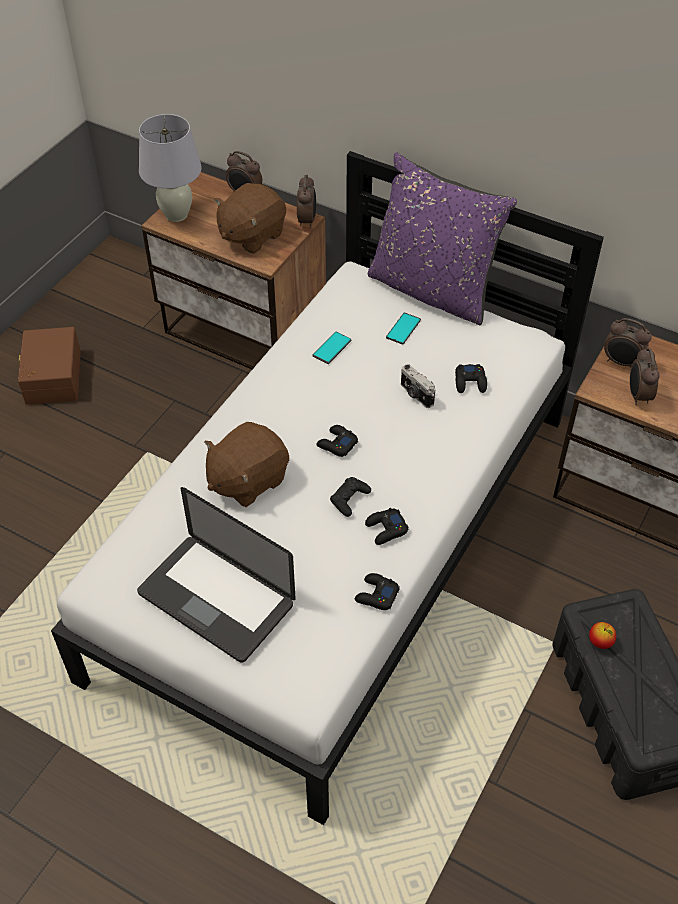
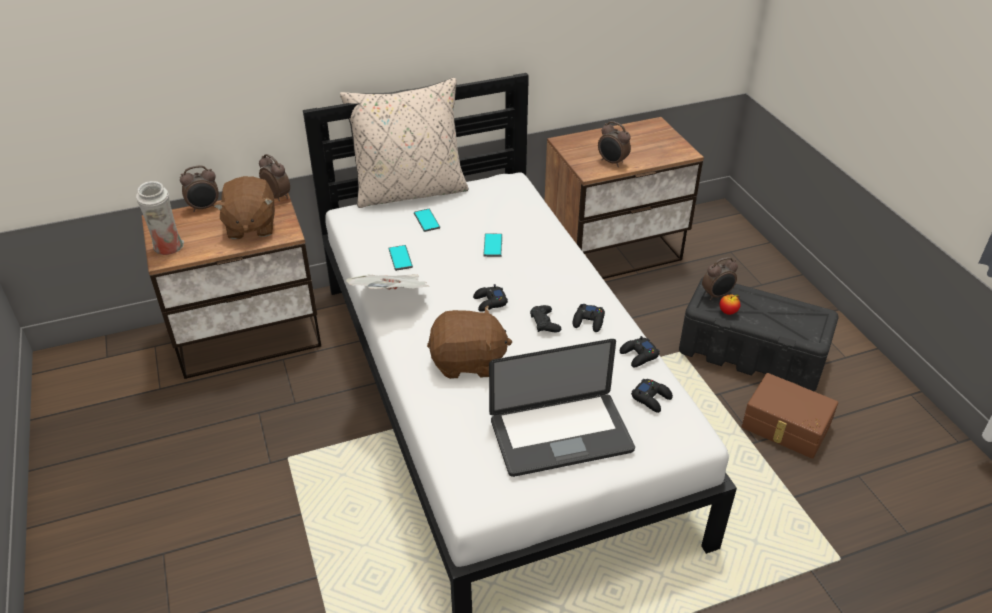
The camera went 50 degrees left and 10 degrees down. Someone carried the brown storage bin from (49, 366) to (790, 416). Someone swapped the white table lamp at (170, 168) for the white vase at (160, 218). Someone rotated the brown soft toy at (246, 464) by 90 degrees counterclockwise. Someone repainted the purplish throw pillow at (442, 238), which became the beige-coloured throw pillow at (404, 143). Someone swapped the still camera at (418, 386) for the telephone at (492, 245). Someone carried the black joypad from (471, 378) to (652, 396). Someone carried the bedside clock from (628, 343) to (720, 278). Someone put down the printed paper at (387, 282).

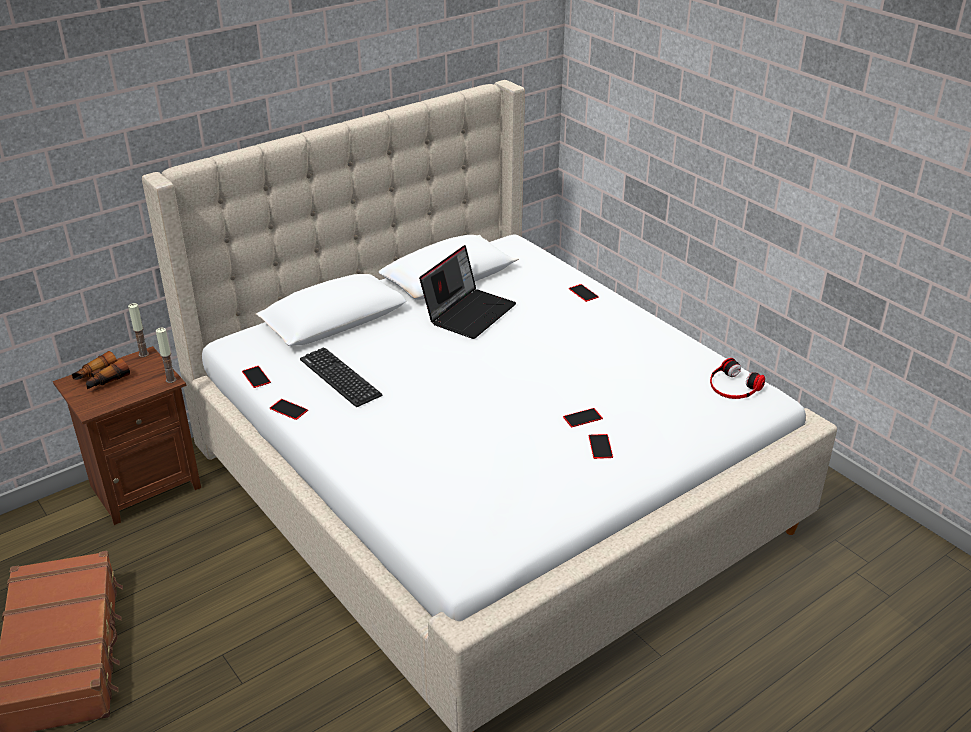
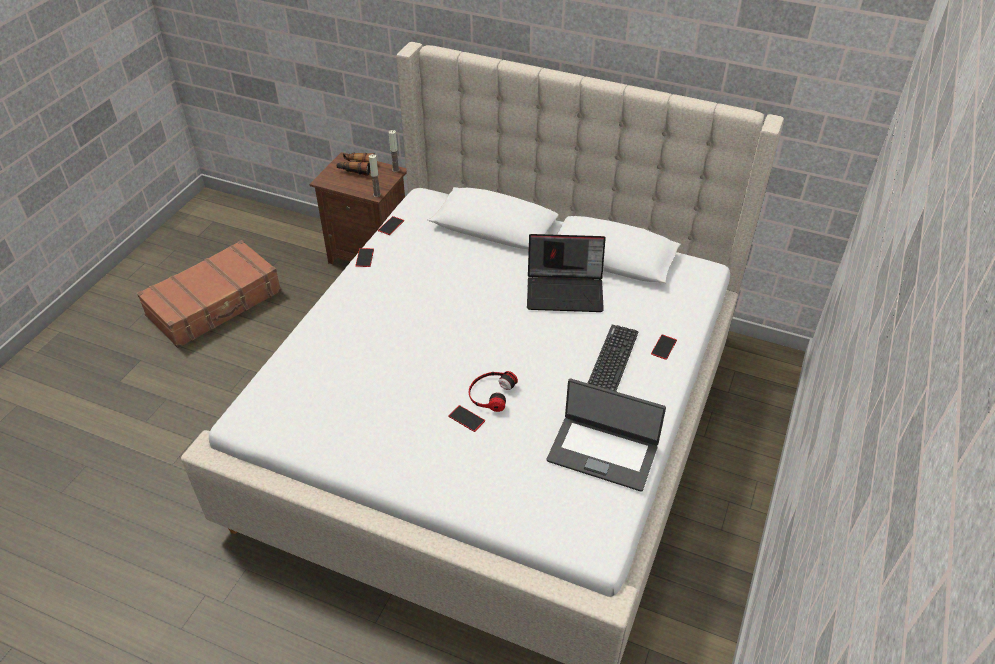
The camera went 60 degrees right and 10 degrees up. Someone carried the computer keyboard from (341, 377) to (613, 358). Someone took away the telephone at (601, 446). Someone carried the pair of headphones from (737, 378) to (493, 391). Someone put down the laptop at (606, 435).

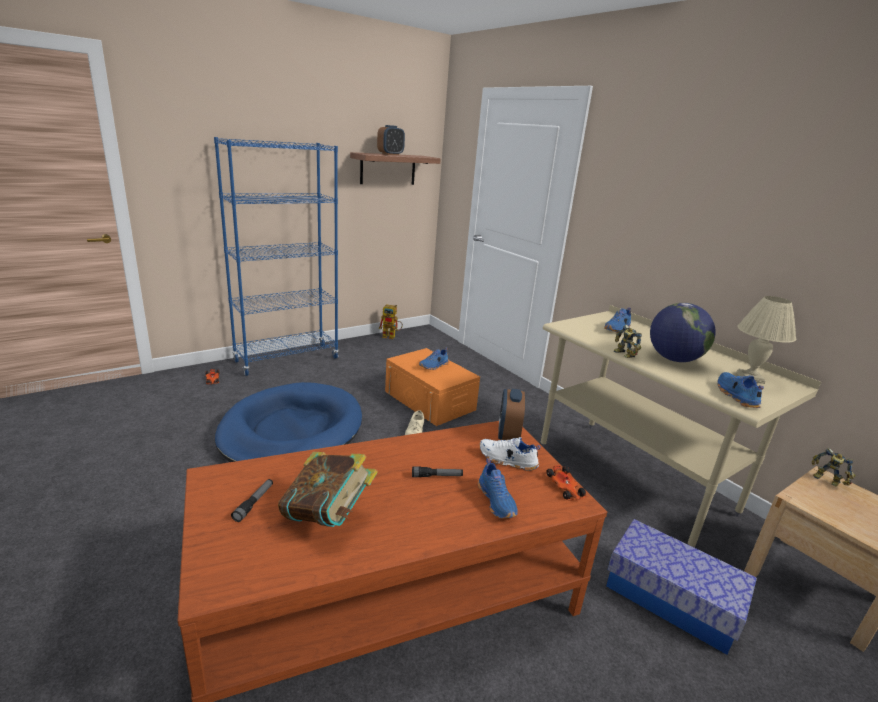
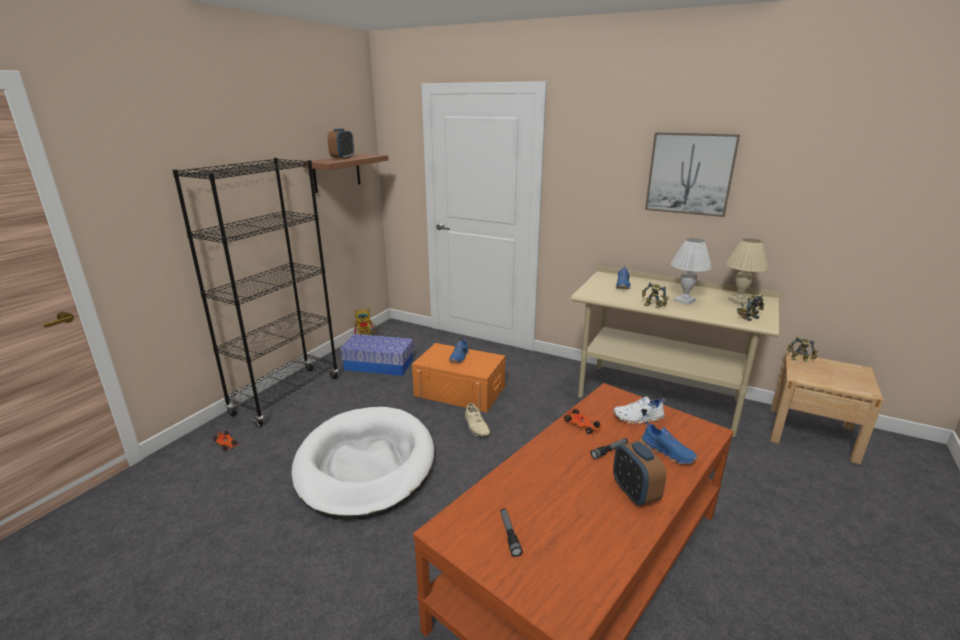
The camera went 25 degrees left and 0 degrees up. Someone repainted the bluish bookshelf at (276, 256), which became the black bookshelf at (255, 292). Someone repainted the bluish dog cushion at (288, 422), which became the white dog cushion at (363, 463). Someone took away the volume at (328, 489). Someone carried the bedside clock from (511, 414) to (640, 473). Someone carried the model car from (567, 482) to (583, 421). Someone carried the storage bin from (681, 587) to (377, 355). Someone swapped the world globe at (683, 332) for the white table lamp at (691, 271). Someone swapped the bluish low shoe at (740, 390) for the model robot at (750, 307). Someone put up the picture at (692, 174).

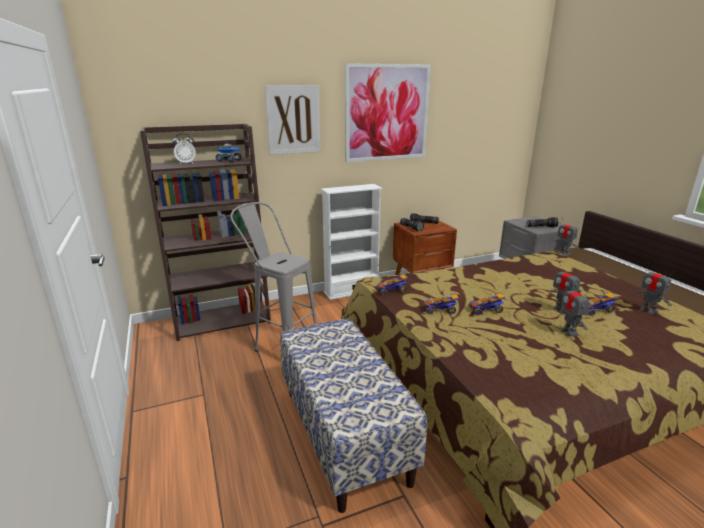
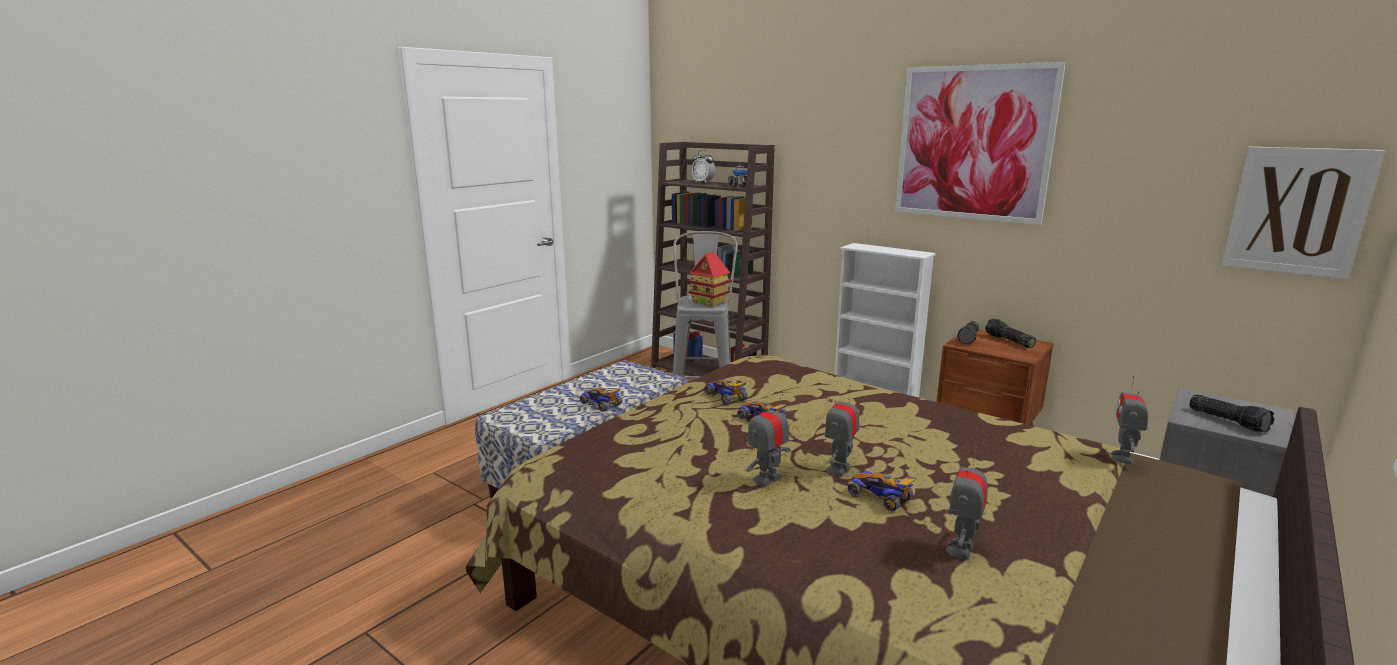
The camera went 60 degrees right and 5 degrees down. Someone carried the picture from (292, 120) to (1303, 213). Someone carried the model car from (392, 284) to (601, 400). Someone put down the miniature house at (709, 279).

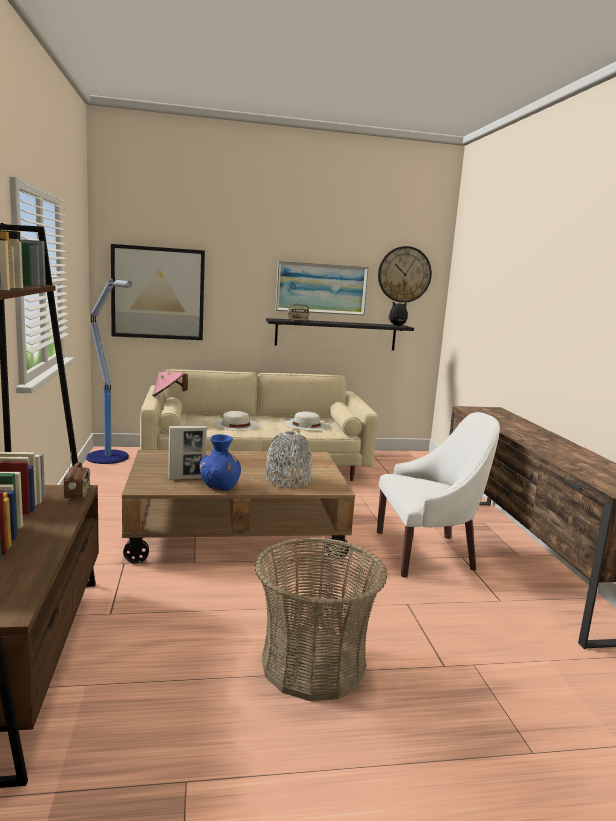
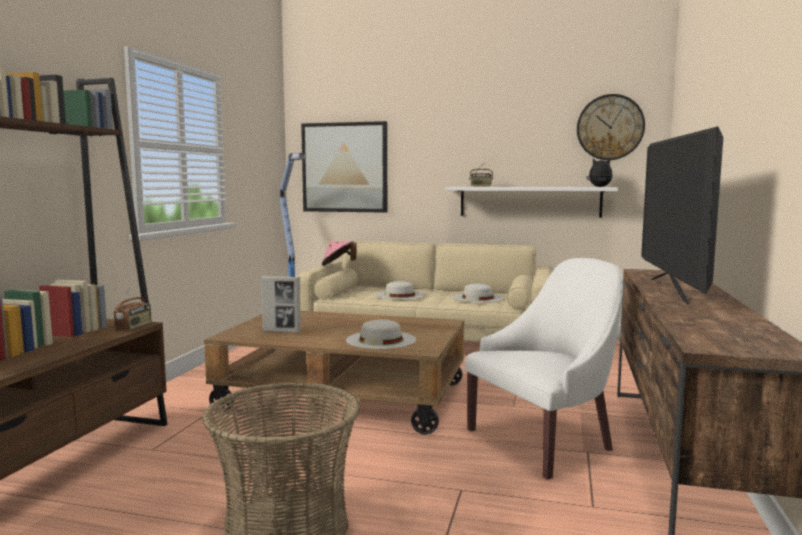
The camera went 25 degrees right and 5 degrees down. Someone took away the bluish vase at (220, 462). Someone repainted the black shelf at (340, 334), which became the white shelf at (531, 202). Someone swapped the greyish vase at (289, 459) for the white wearable hat at (381, 334). Someone took away the picture at (322, 288). Someone rotated the white armchair at (438, 494) by 45 degrees counterclockwise. Someone put down the television at (682, 215).

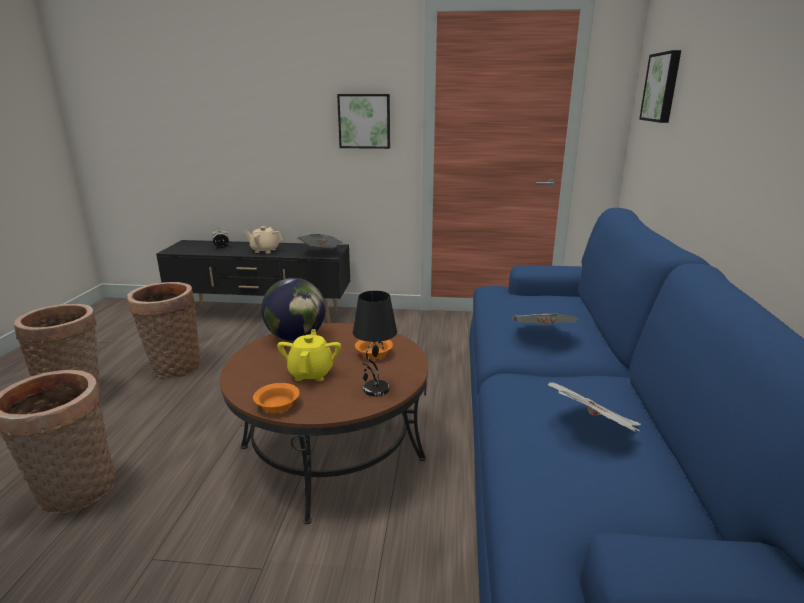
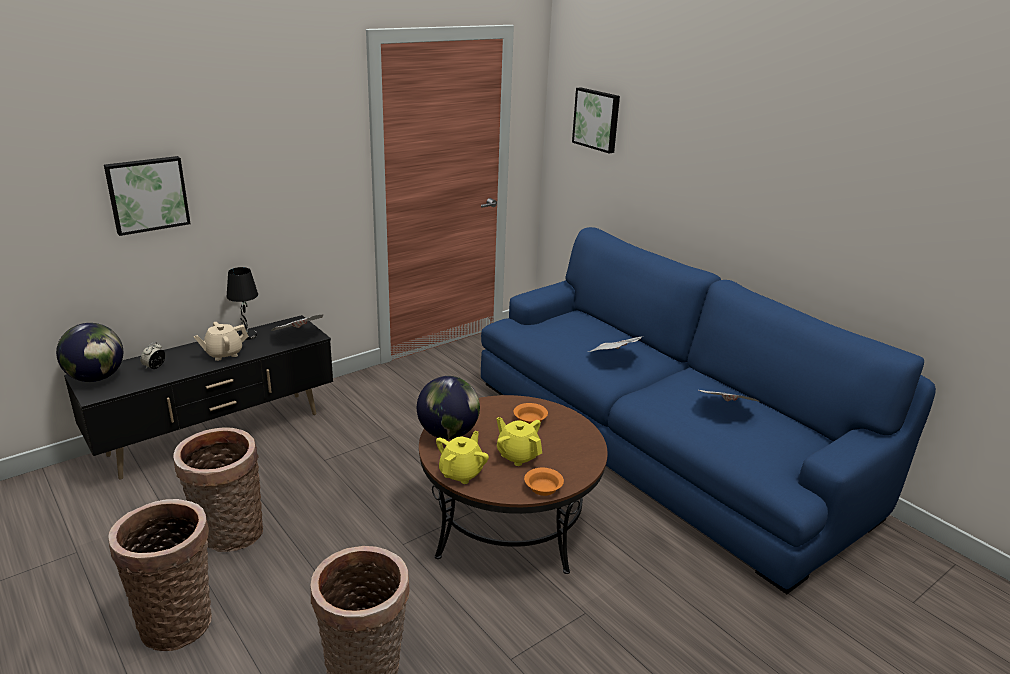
The camera went 45 degrees left and 5 degrees up. Someone carried the picture from (363, 121) to (147, 196). Someone carried the black table lamp from (375, 344) to (242, 303). Someone put down the world globe at (89, 352). Someone put down the yellow-coloured tea pot at (462, 457).

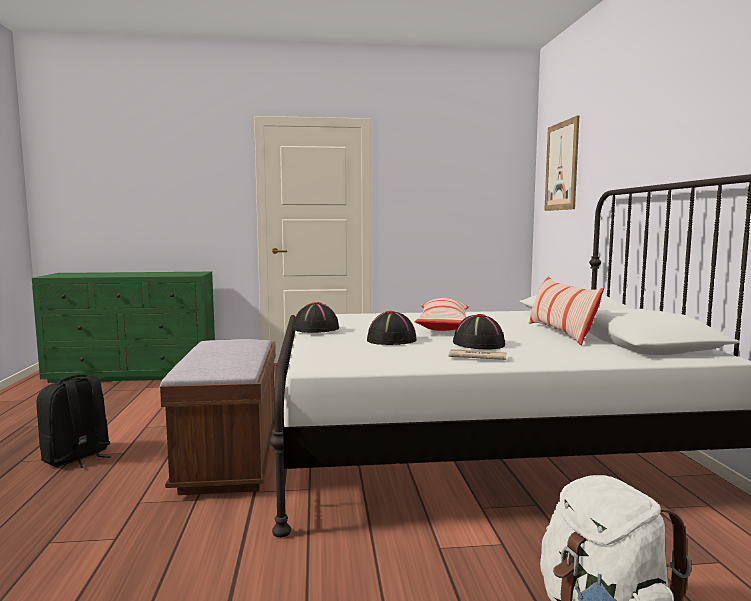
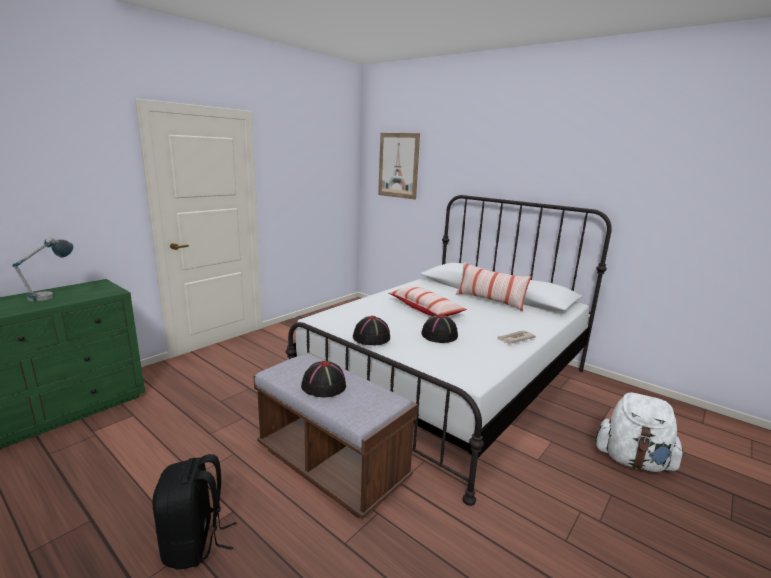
The camera went 45 degrees left and 10 degrees up. Someone carried the black wearable hat from (479, 331) to (323, 379). Someone put down the table lamp at (42, 269).

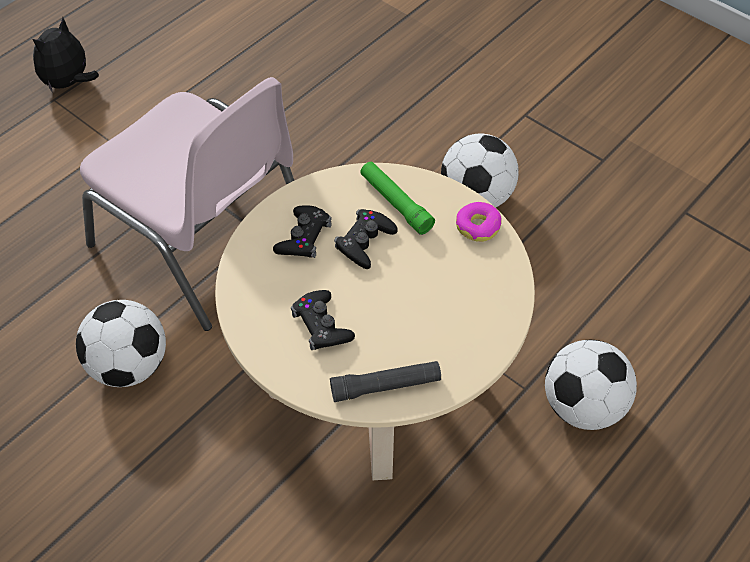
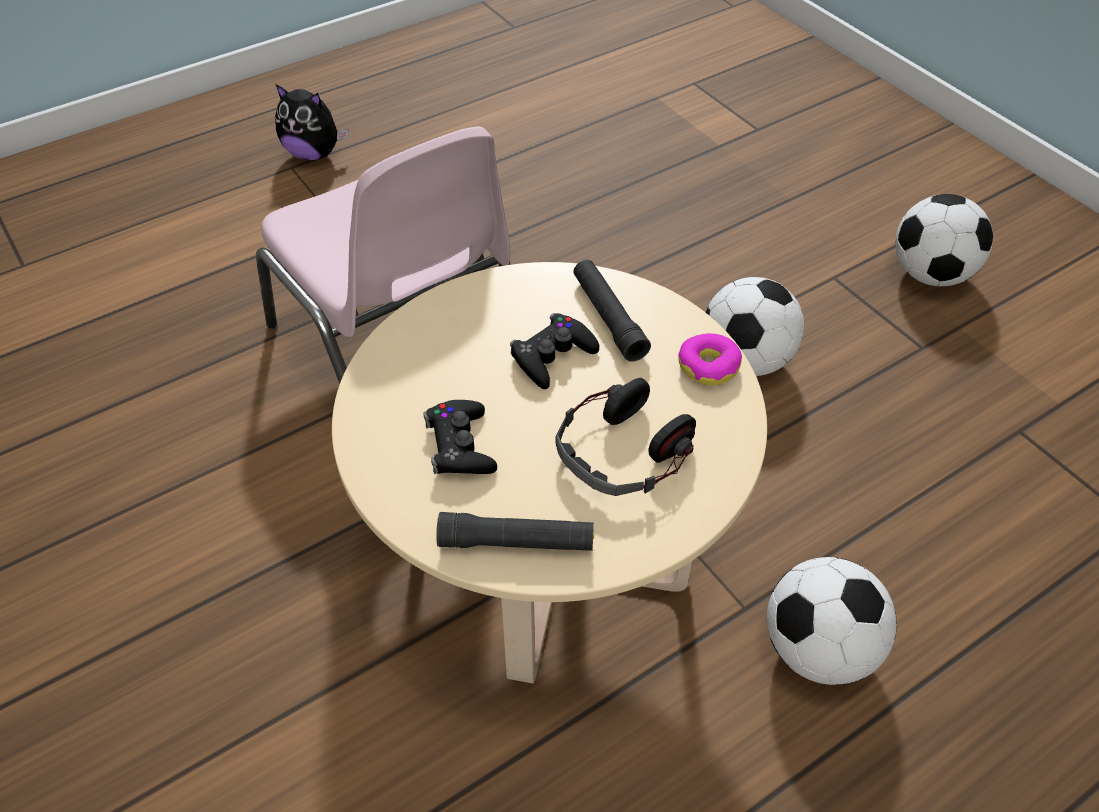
The camera went 15 degrees right and 5 degrees down. Someone rotated the soft toy at (66, 55) by 120 degrees counterclockwise. Someone carried the ball for football from (121, 343) to (944, 240). Someone took away the black joypad at (302, 231). Someone repainted the green-coloured flashlight at (397, 198), which became the black flashlight at (612, 311). Someone put down the pair of headphones at (625, 437).

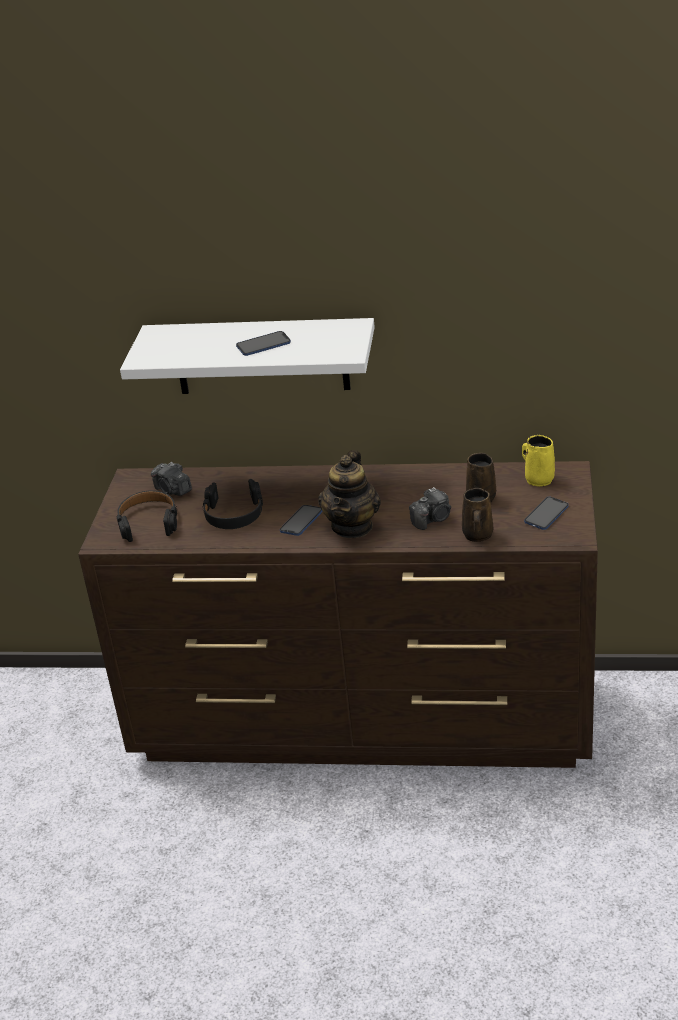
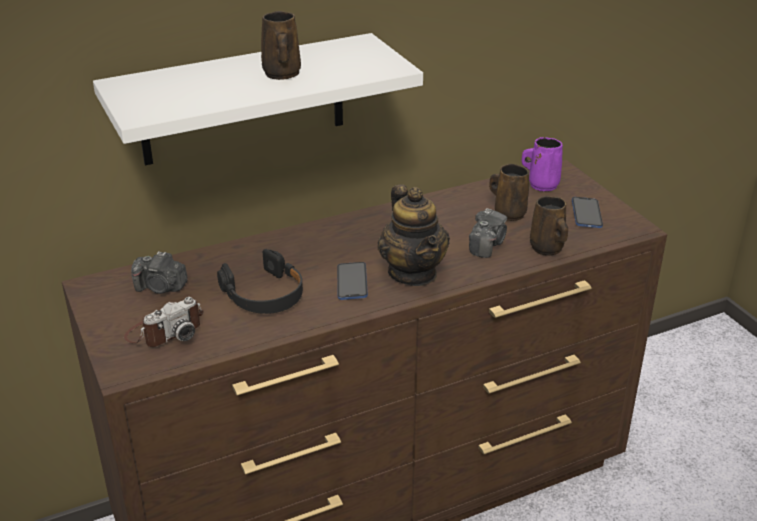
The camera went 35 degrees left and 0 degrees up. Someone swapped the black pair of headphones at (147, 516) for the still camera at (163, 322). Someone swapped the telephone at (263, 343) for the brown mug at (281, 45). Someone repainted the yellow-coloured mug at (538, 461), which became the purplish mug at (542, 164).

